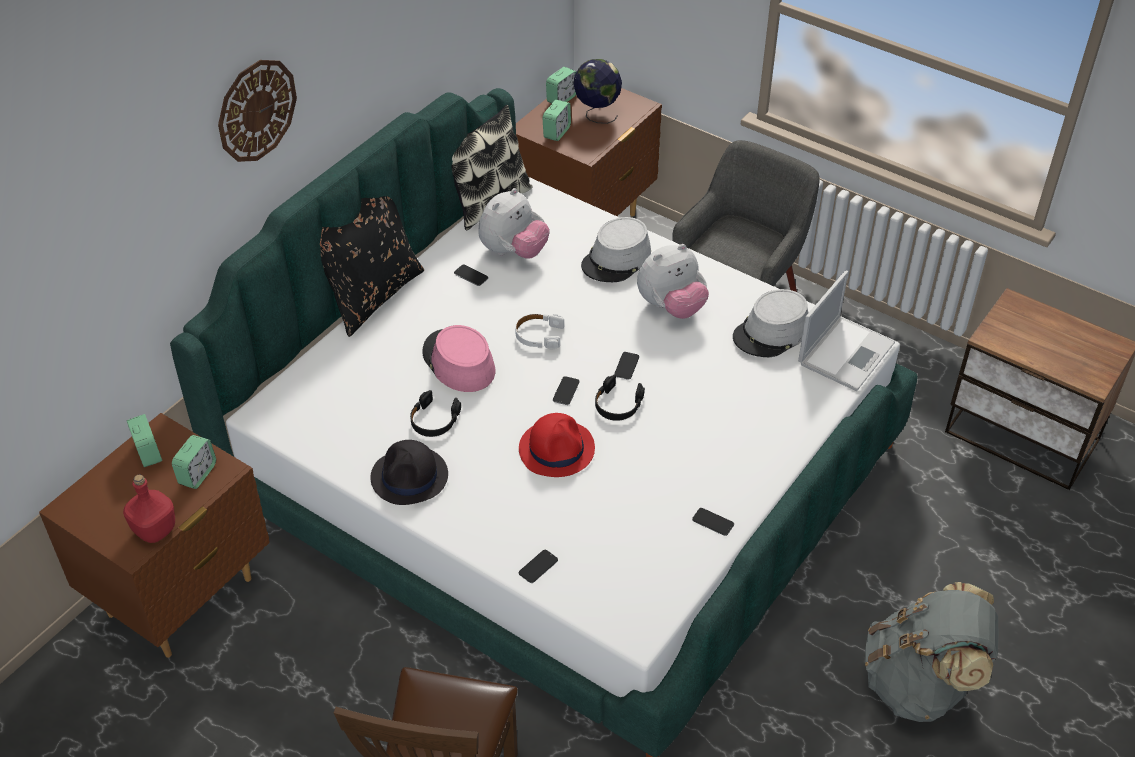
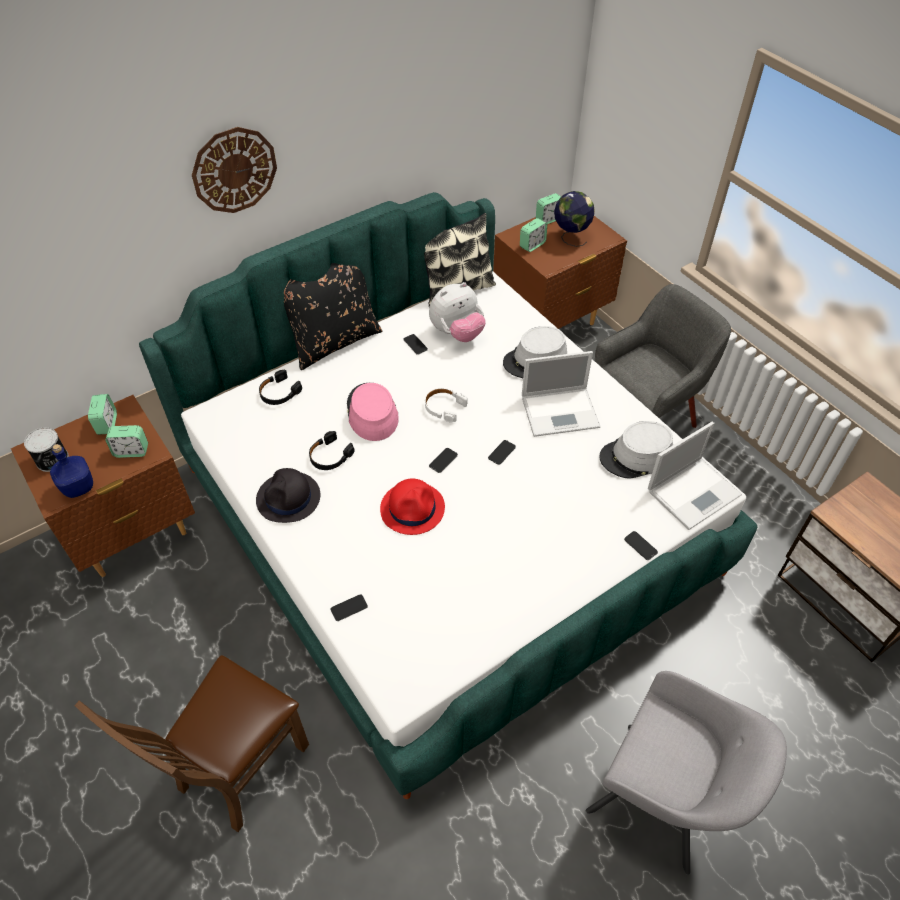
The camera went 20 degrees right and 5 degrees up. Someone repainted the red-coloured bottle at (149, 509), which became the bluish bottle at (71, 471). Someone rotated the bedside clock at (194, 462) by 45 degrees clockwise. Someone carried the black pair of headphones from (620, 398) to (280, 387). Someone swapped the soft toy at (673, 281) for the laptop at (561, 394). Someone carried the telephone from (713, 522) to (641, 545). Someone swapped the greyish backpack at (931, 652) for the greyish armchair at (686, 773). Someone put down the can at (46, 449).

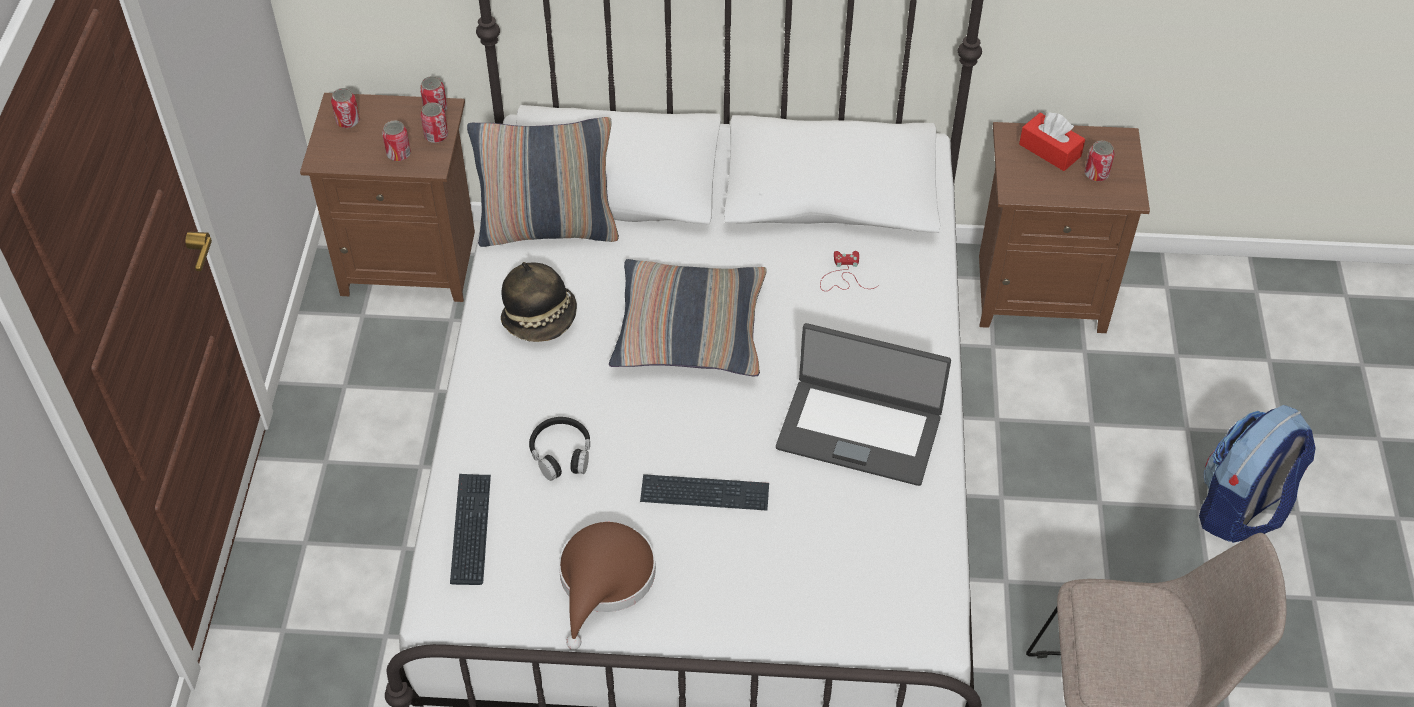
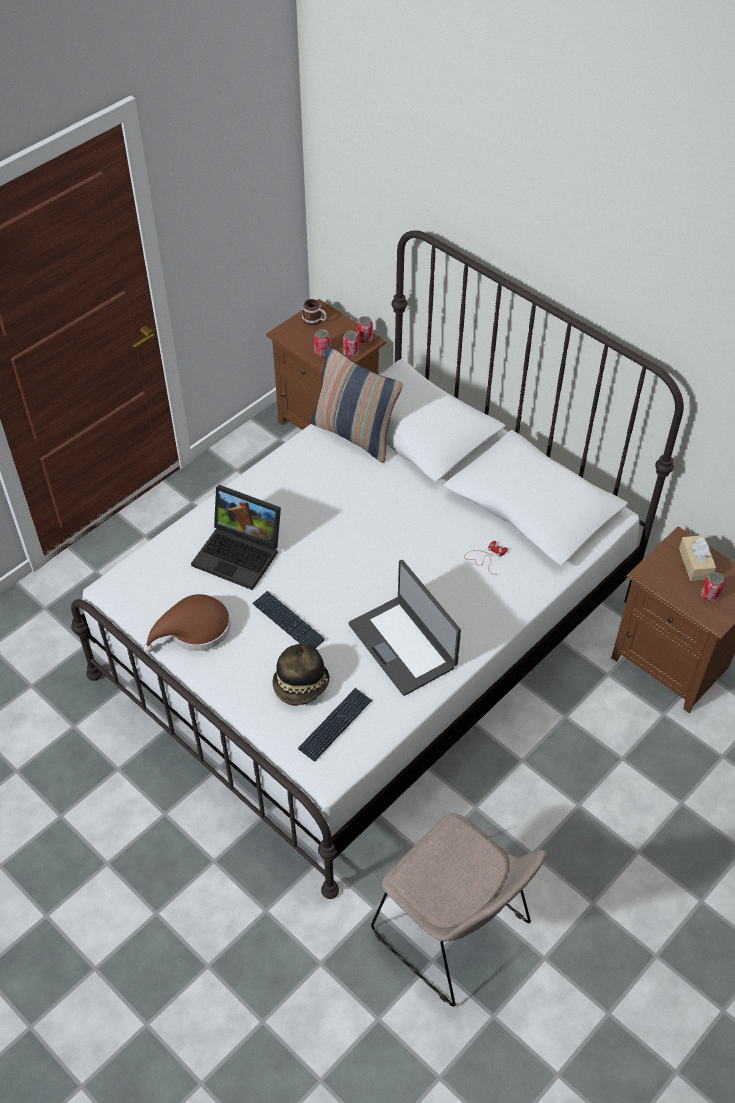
The camera went 40 degrees right and 0 degrees up. Someone swapped the can at (345, 108) for the mug at (314, 312). Someone carried the computer keyboard from (470, 529) to (335, 724). Someone carried the wearable hat from (539, 302) to (301, 675). Someone swapped the black pair of headphones at (559, 449) for the laptop at (236, 537). Someone took away the throw pillow at (688, 317). Someone repainted the red-coloured tissue holder at (1052, 141), which became the beige-coloured tissue holder at (697, 558). Someone took away the backpack at (1257, 474).

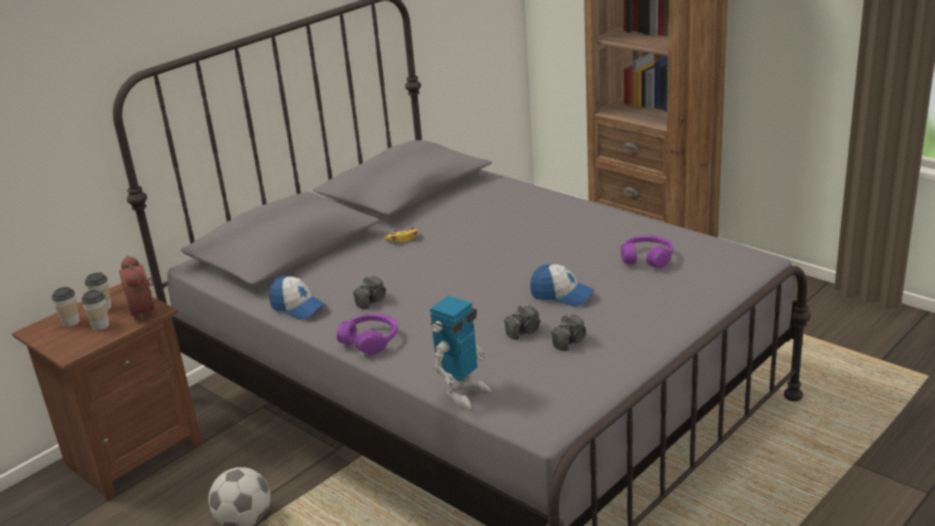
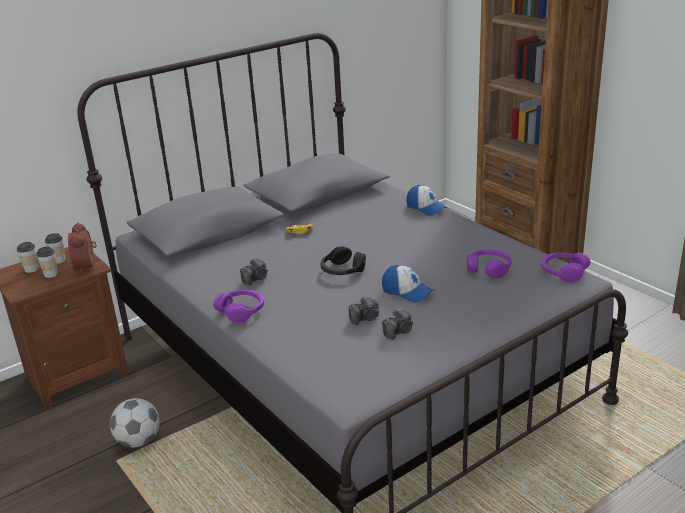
The camera went 10 degrees right and 0 degrees up. Someone carried the baseball cap from (298, 298) to (426, 200). Someone took away the model robot at (460, 352). Someone put down the black pair of headphones at (343, 260). Someone put down the purplish pair of headphones at (566, 267).

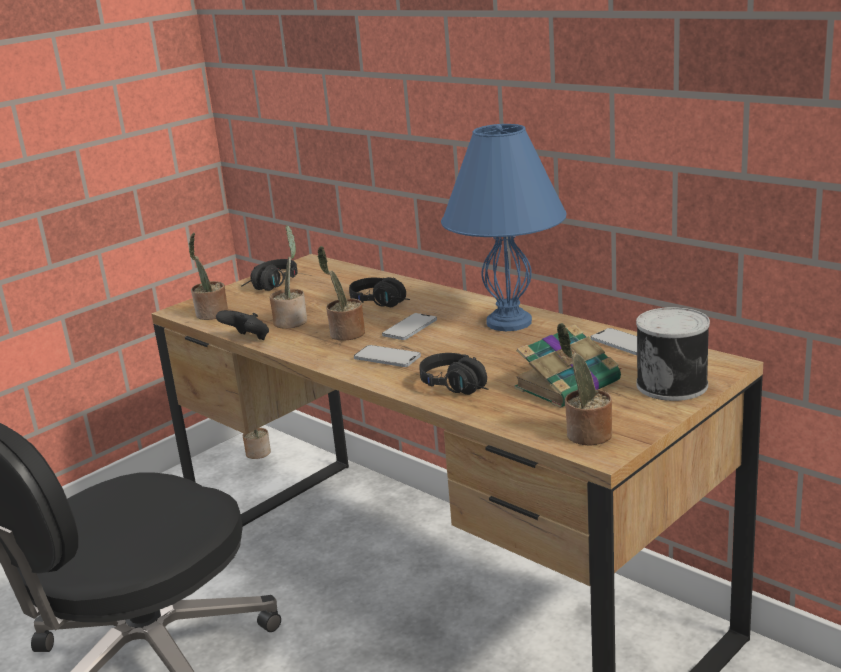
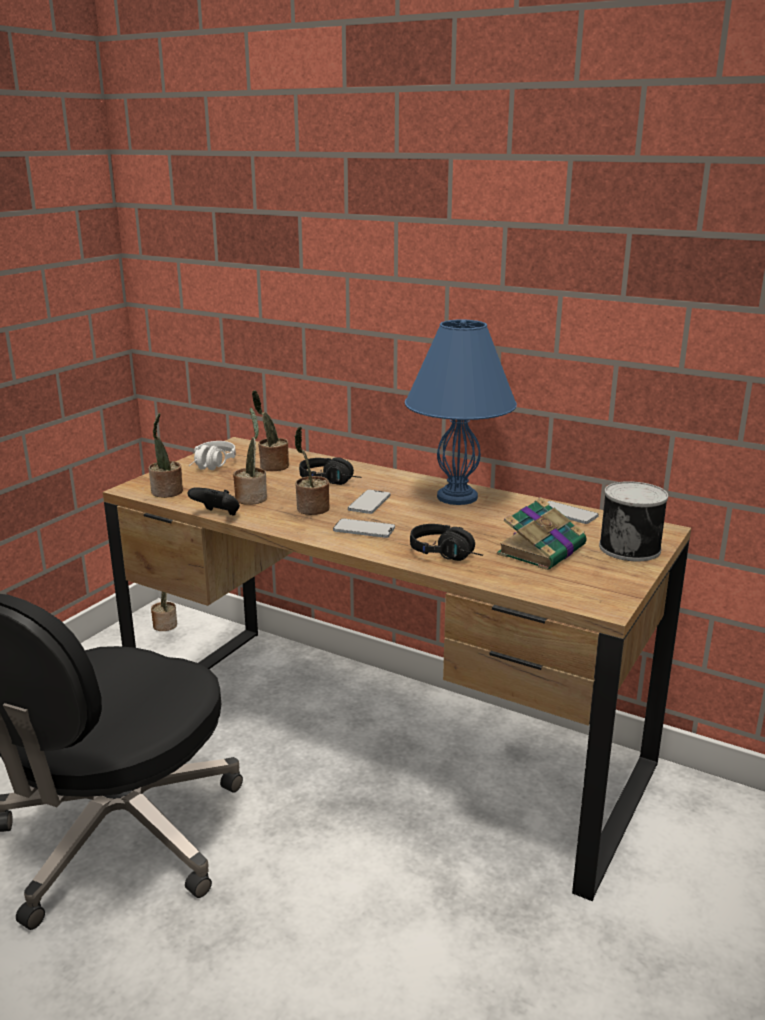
The camera went 15 degrees left and 0 degrees up. Someone repainted the black pair of headphones at (269, 275), which became the white pair of headphones at (212, 455). Someone carried the plant in a pot from (584, 384) to (270, 430).

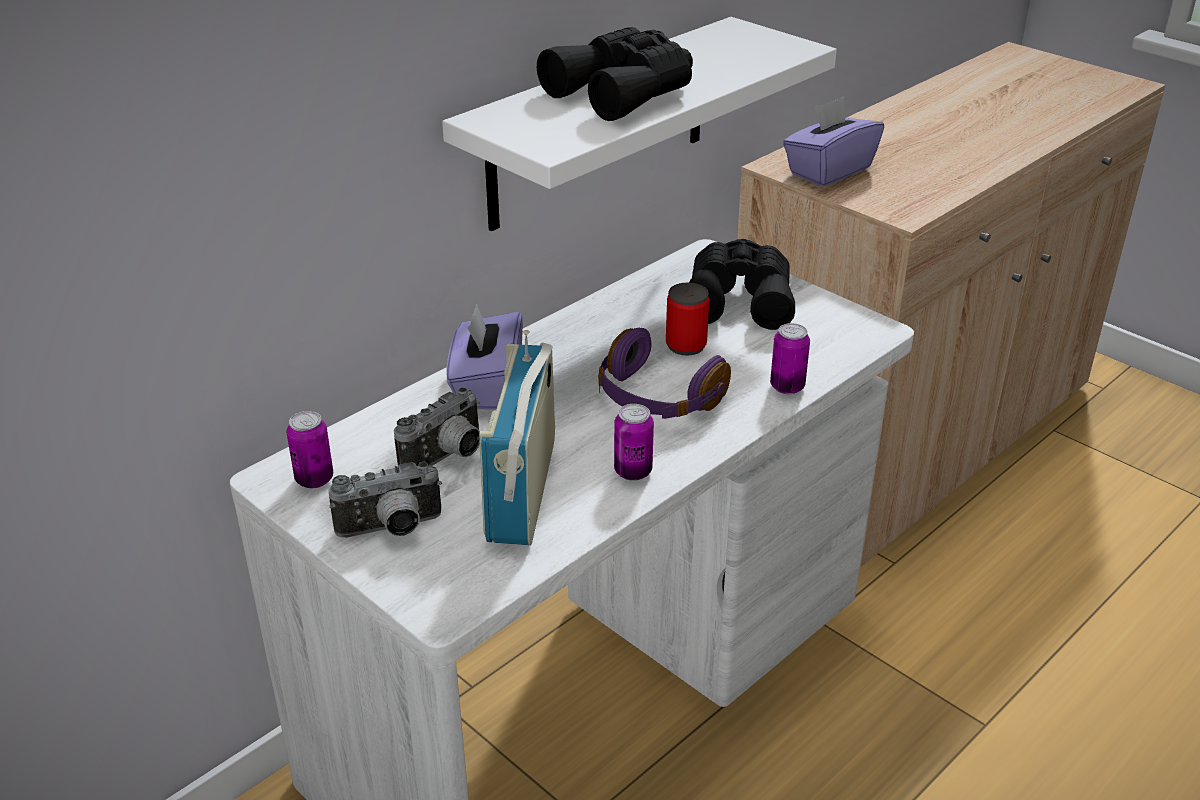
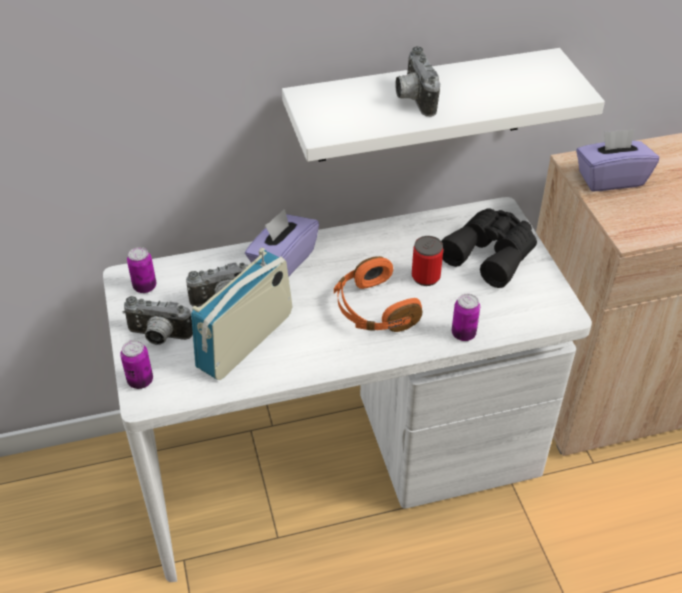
The camera went 30 degrees right and 10 degrees up. Someone swapped the black field glasses at (615, 74) for the still camera at (417, 81). Someone repainted the purplish pair of headphones at (664, 373), which became the orange pair of headphones at (378, 294). Someone carried the can from (634, 442) to (136, 364).

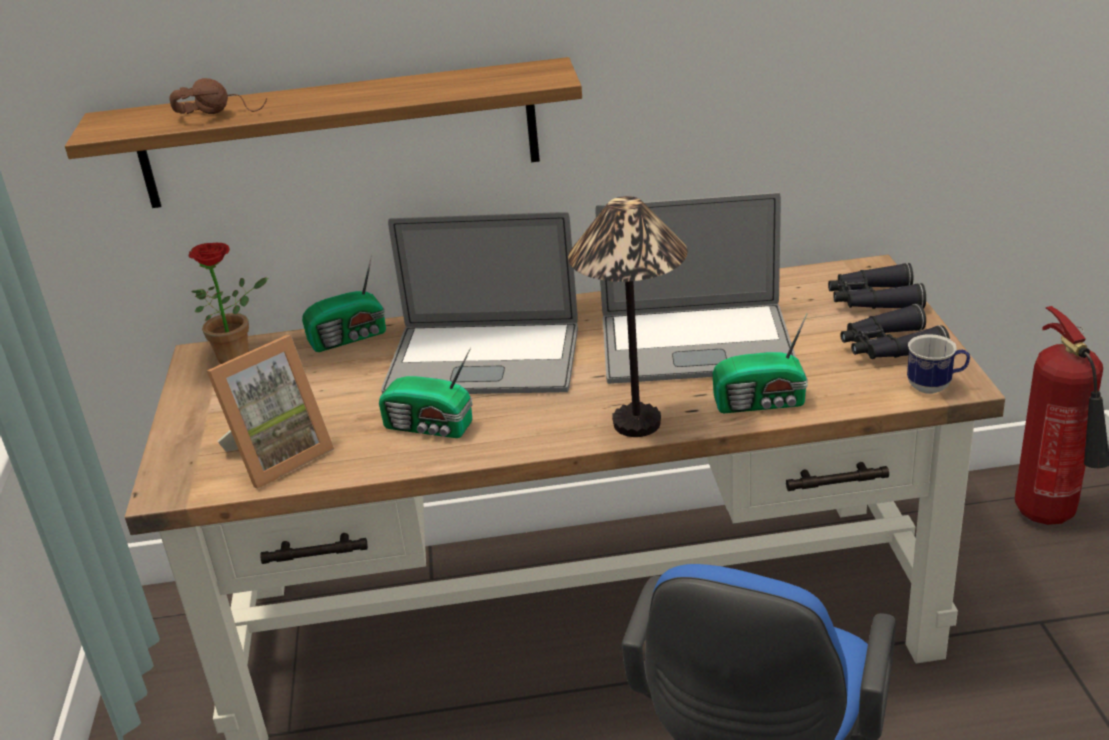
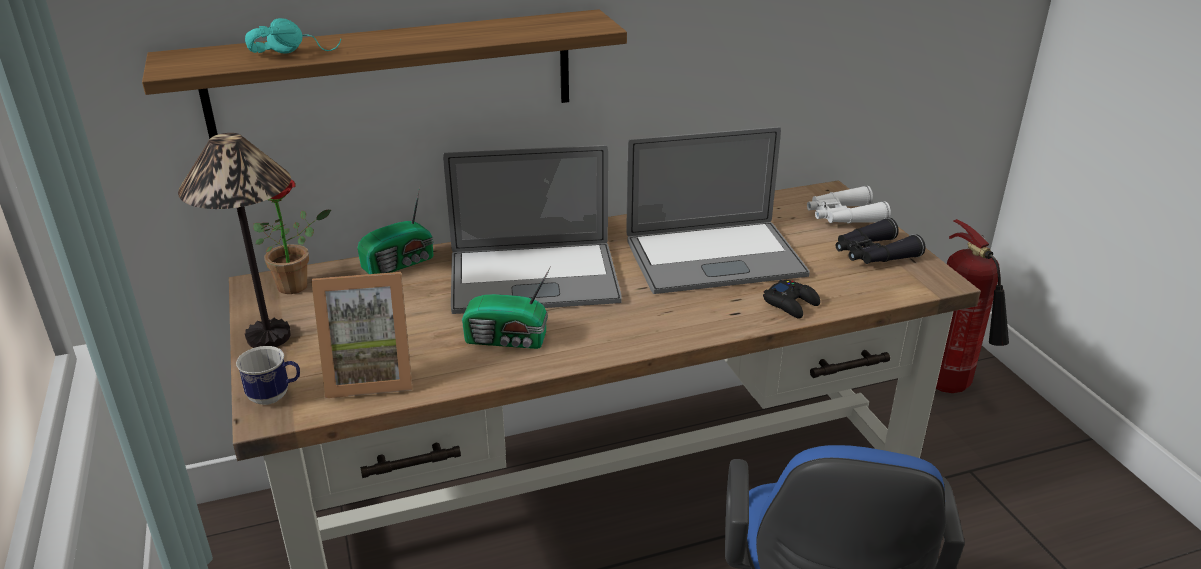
The camera went 15 degrees left and 0 degrees up. Someone repainted the brown pair of headphones at (218, 96), which became the turquoise pair of headphones at (293, 35). Someone rotated the picture frame at (270, 412) by 45 degrees clockwise. Someone carried the table lamp from (628, 316) to (234, 240). Someone swapped the radio receiver at (760, 363) for the black joypad at (791, 299). Someone repainted the black field glasses at (877, 286), which became the white field glasses at (849, 204). Someone carried the mug from (938, 364) to (268, 375).

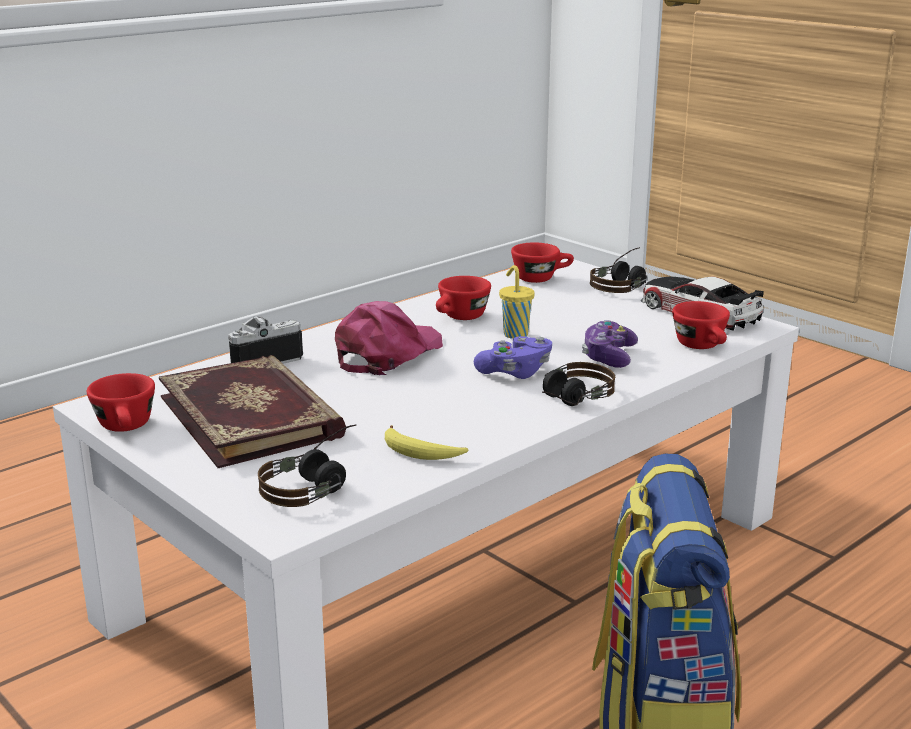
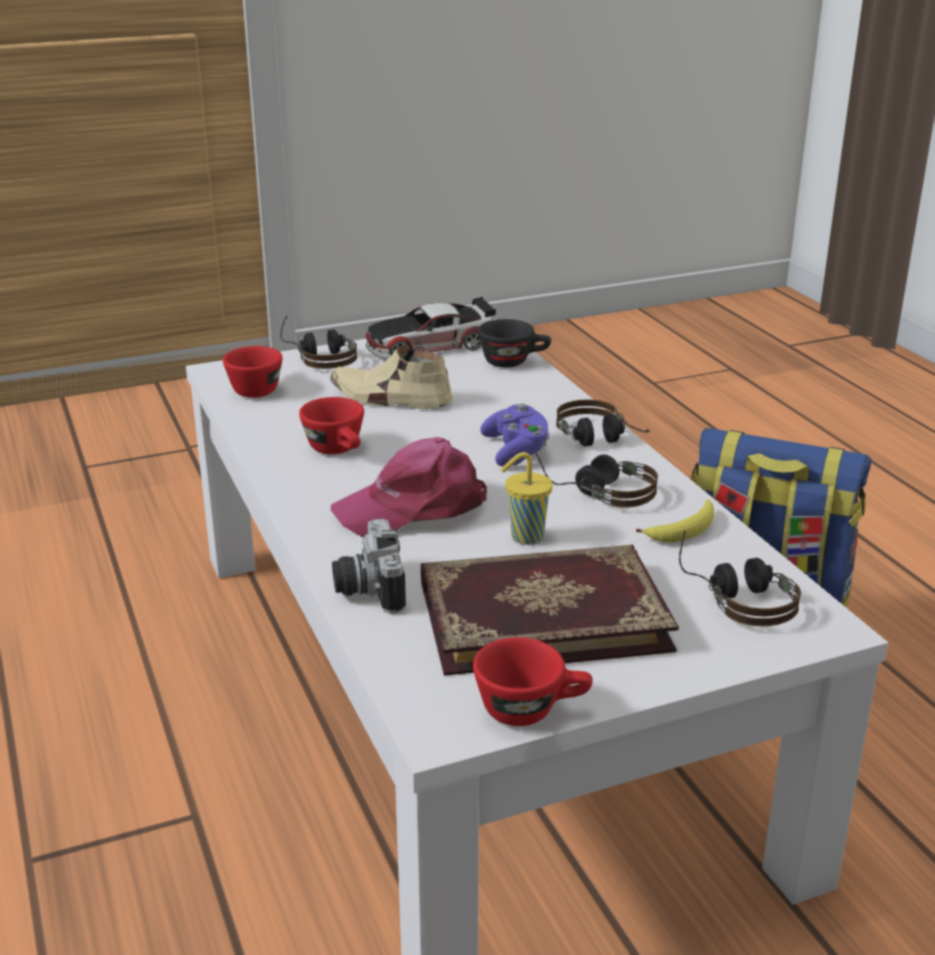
The camera went 70 degrees left and 5 degrees up. Someone rotated the pink baseball cap at (389, 338) by 75 degrees counterclockwise. Someone carried the yellow-coloured drinking cup from (517, 302) to (527, 498). Someone took away the joypad at (610, 344). Someone repainted the red-coloured drinking cup at (701, 325), which became the black drinking cup at (514, 343). Someone put down the beige-coloured low shoe at (391, 377). Someone put down the pair of headphones at (596, 480).

